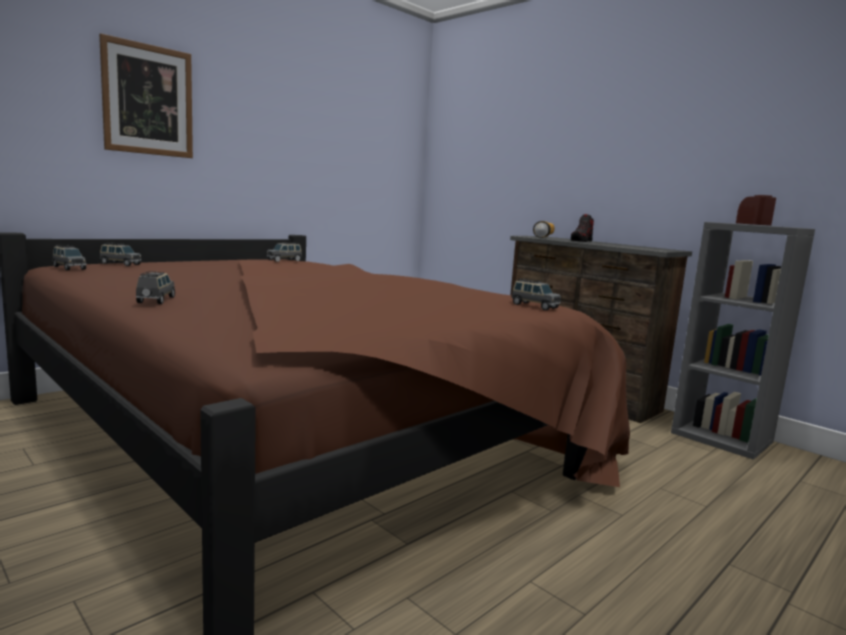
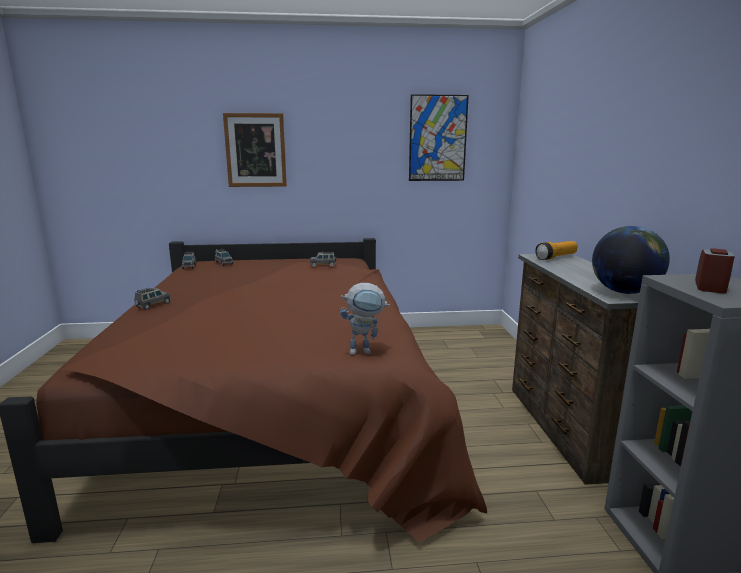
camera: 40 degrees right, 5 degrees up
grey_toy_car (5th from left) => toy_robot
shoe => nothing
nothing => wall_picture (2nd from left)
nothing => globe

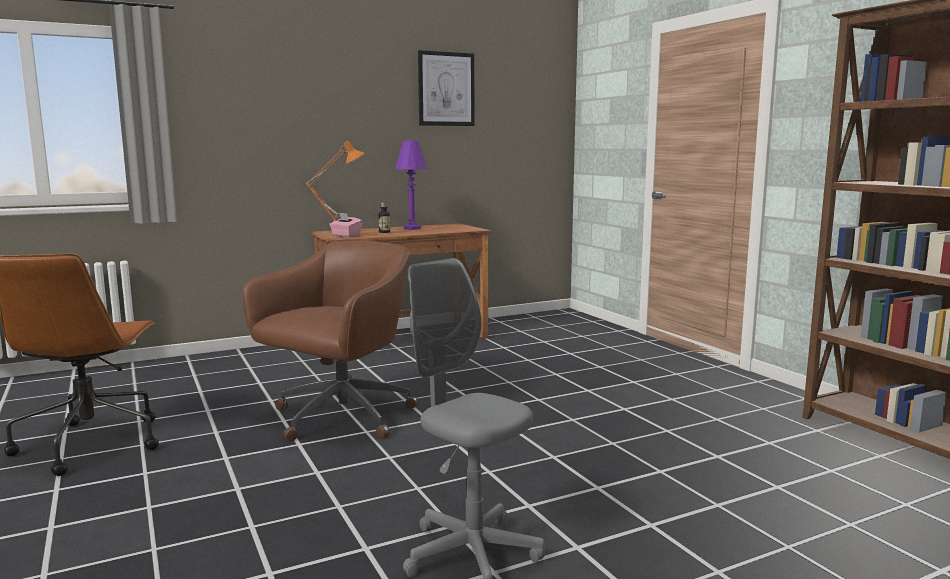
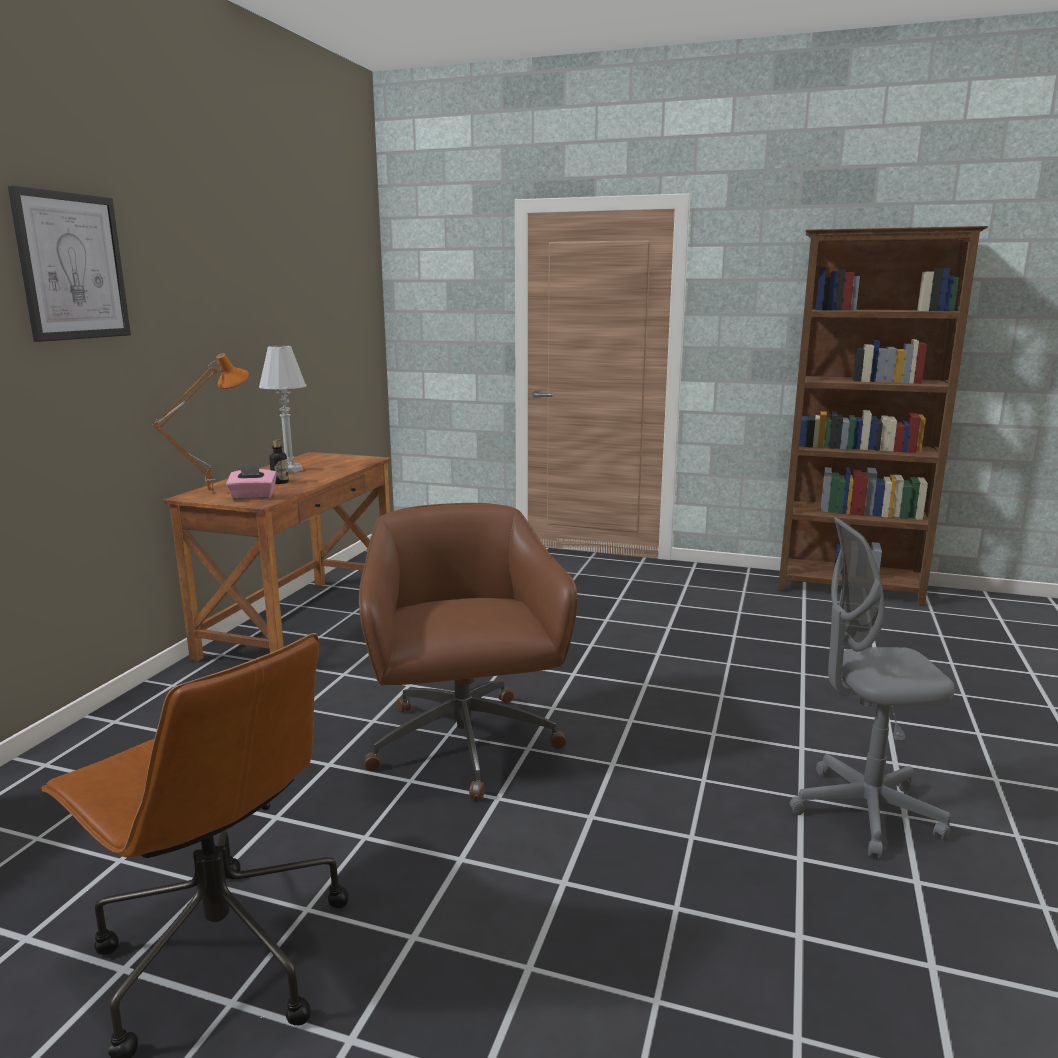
camera: 45 degrees left, 5 degrees up
purplish_tabletop_lamp => whitish_tabletop_lamp
wall_picture, moved

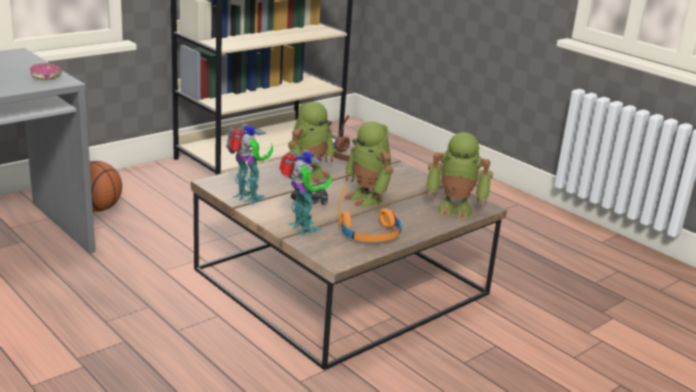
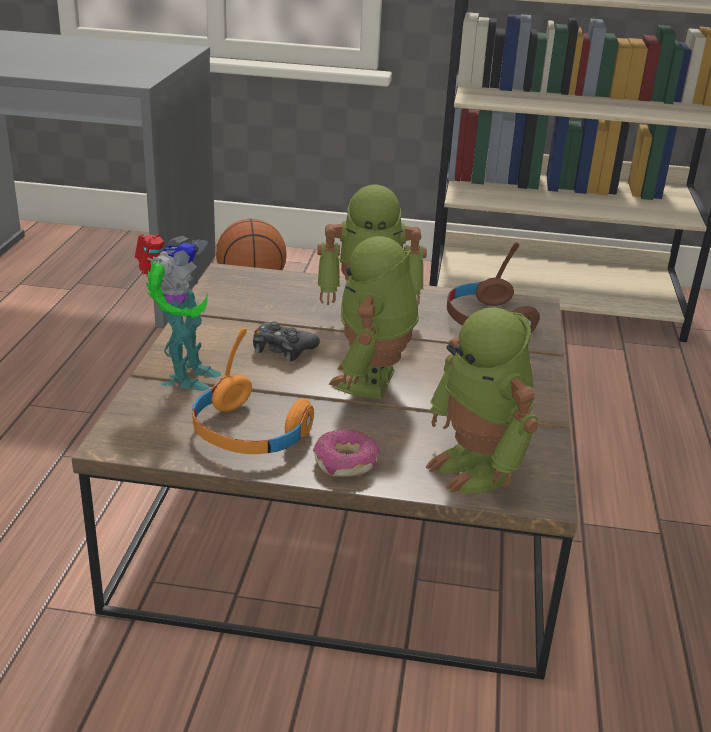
camera: 50 degrees right, 5 degrees up
doughnut, moved
toy_robot (1st from left) => nothing

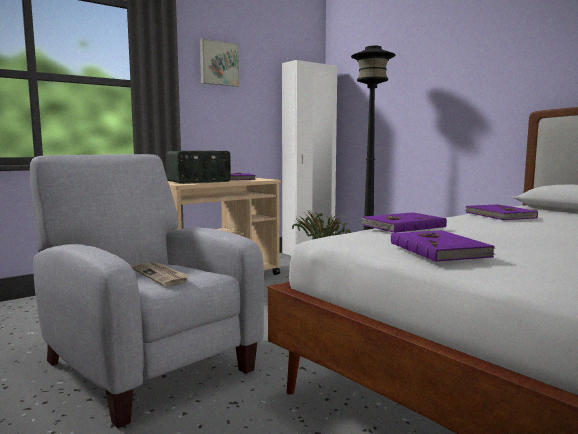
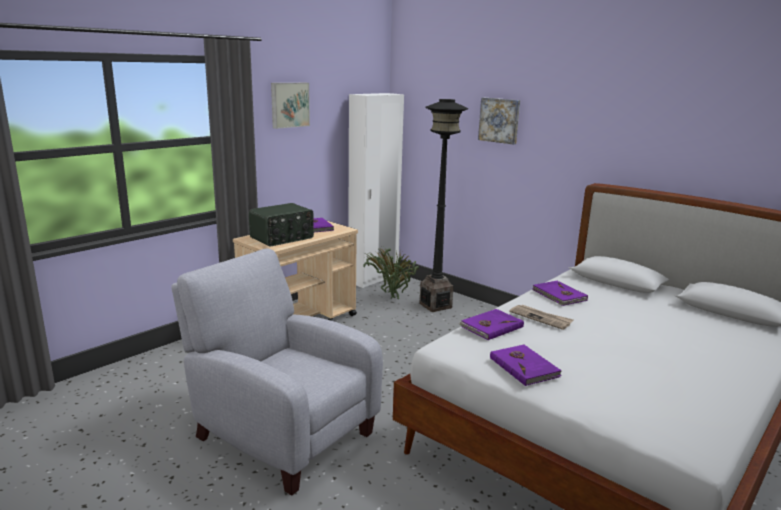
camera: 10 degrees left, 10 degrees up
daily_paper, moved
nothing => wall_picture (2nd from left)

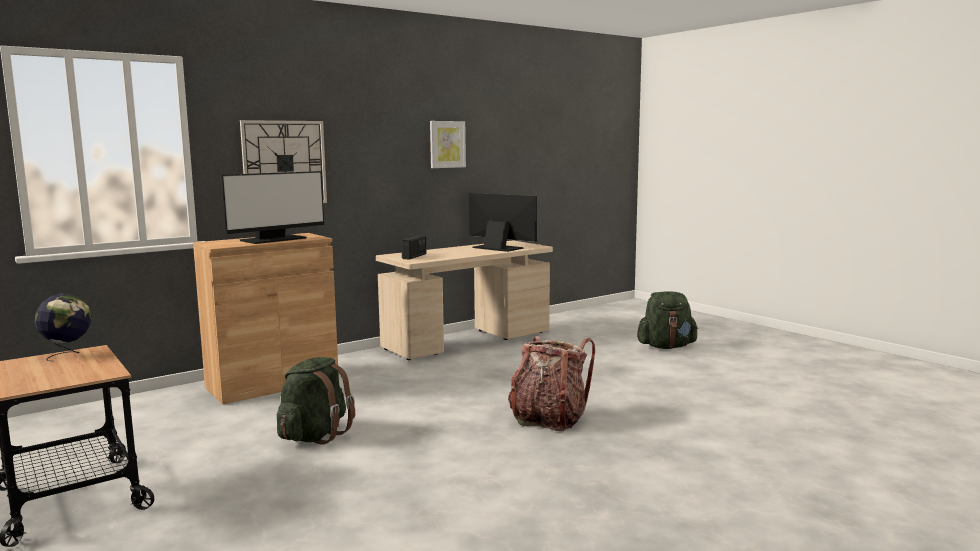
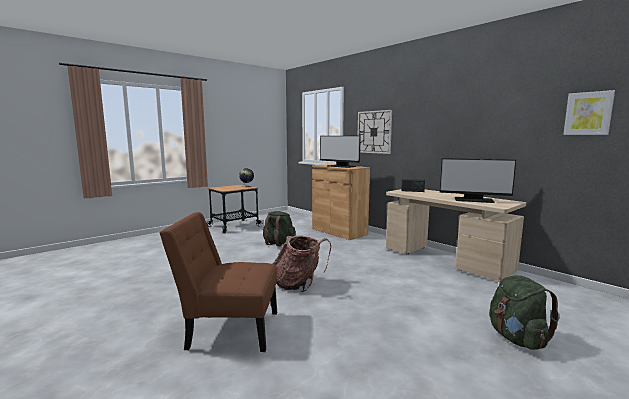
camera: 85 degrees right, 0 degrees up
wall_picture, moved
monitor (2nd from left), 75 degrees clockwise
nothing => brownish_plain_chair

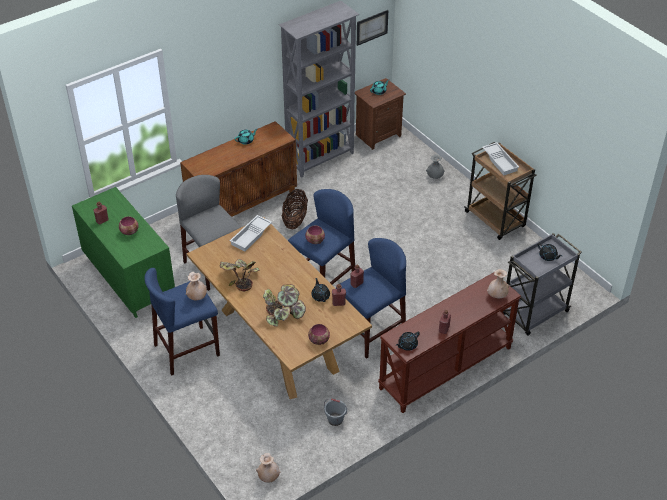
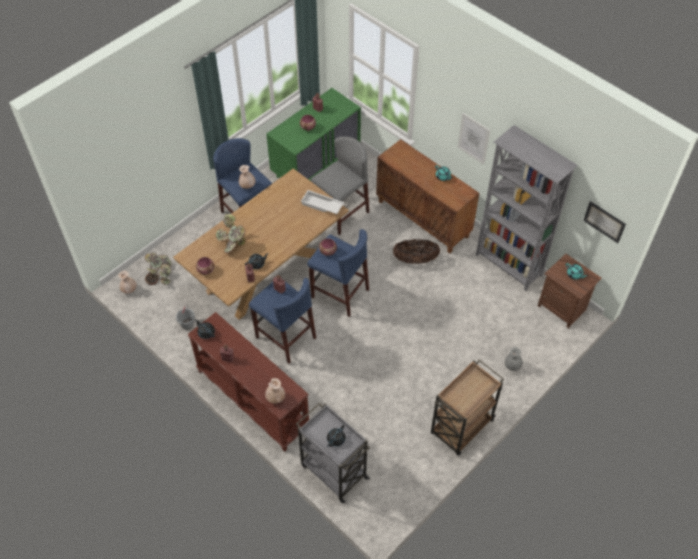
camera: 80 degrees right, 10 degrees up
plant_in_a_pot (1st from left), moved
whitish_tray (2nd from left) => nothing
nothing => wall_picture (1st from left)

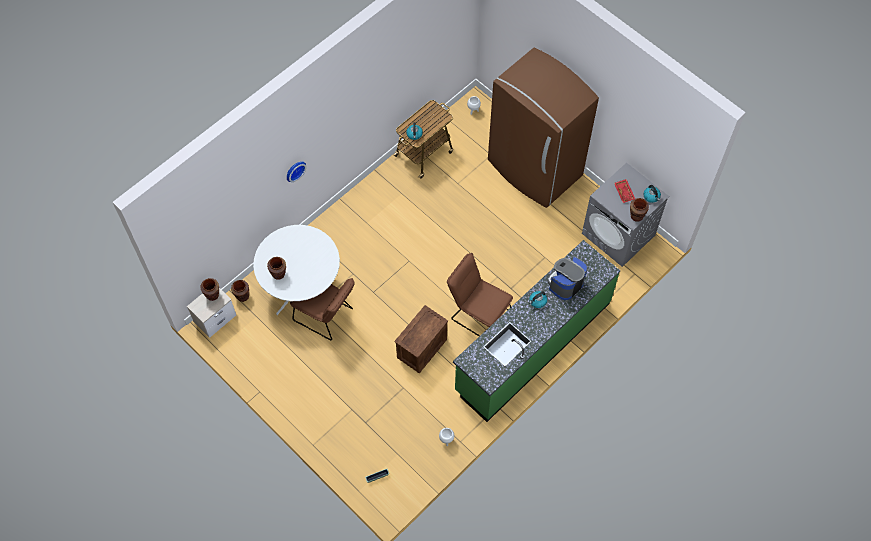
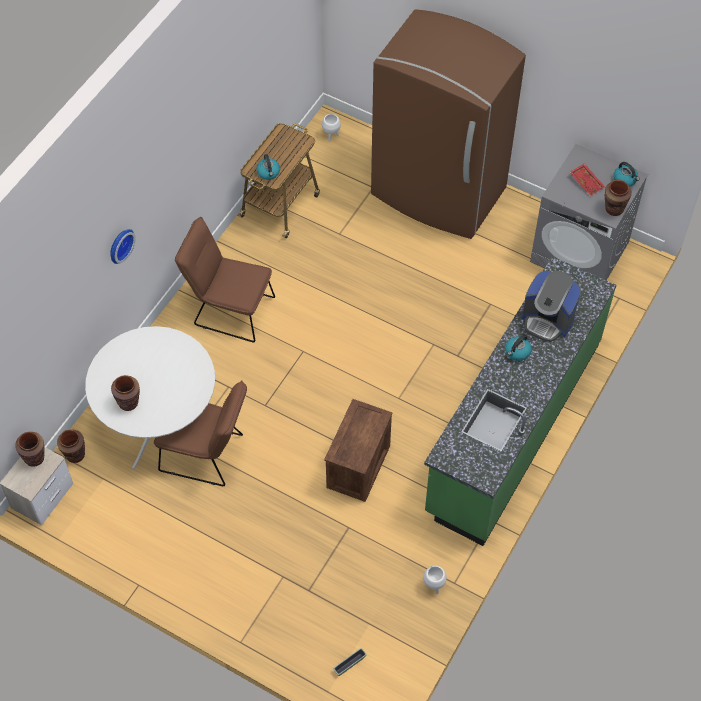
camera: 15 degrees left, 5 degrees down
brownish_plain_chair (2nd from left), moved
coffee_machine, 90 degrees counterclockwise

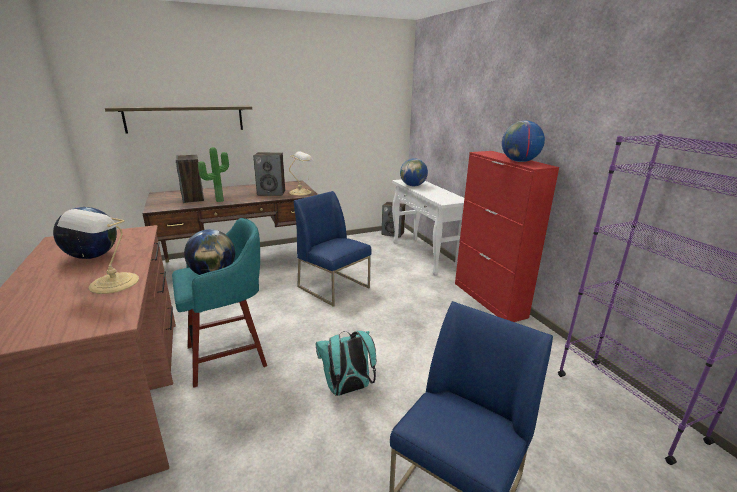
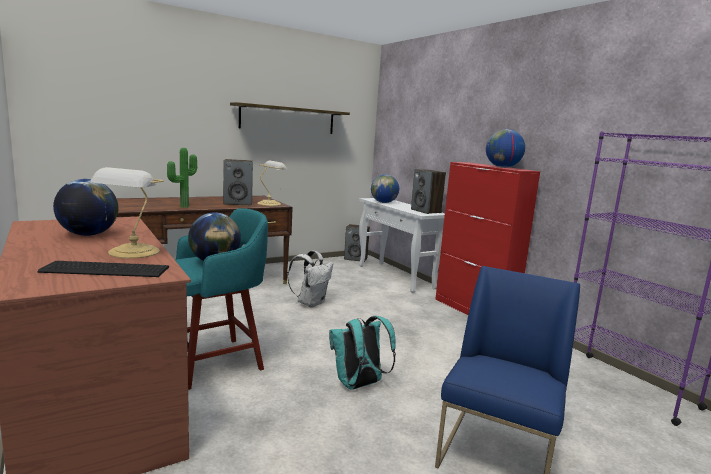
camera: 10 degrees left, 10 degrees down
bracket_shelf, moved
audio_speaker (1st from left in the first image) => audio_speaker (3rd from left), moved
blue-coloured_plain_chair (1st from left) => whitish_rucksack
nothing => computer_keyboard

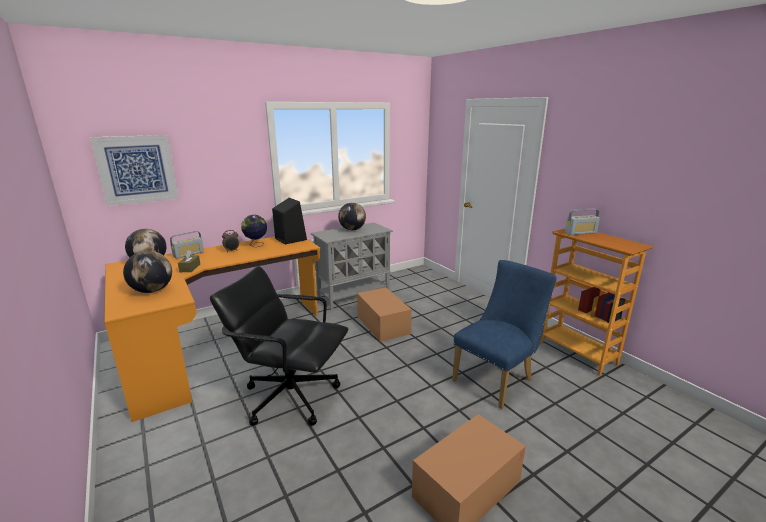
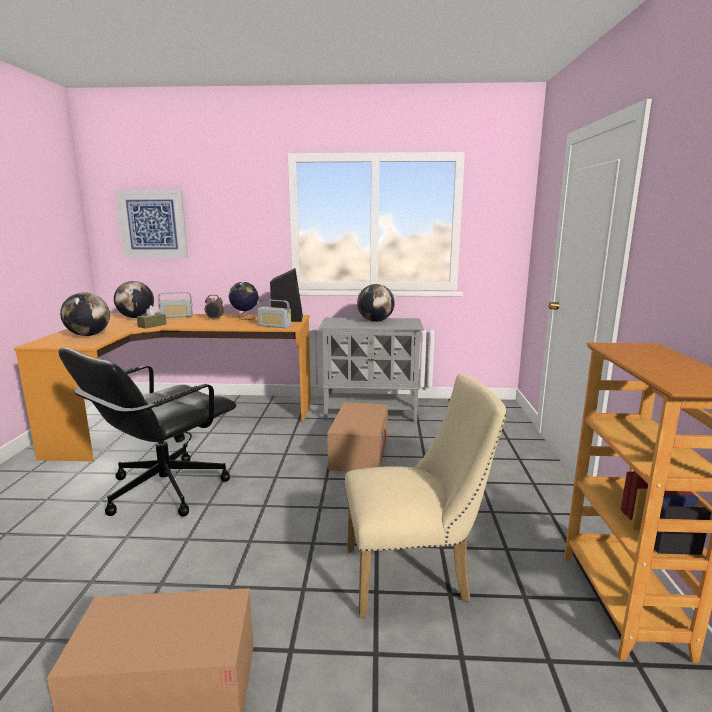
camera: 35 degrees right, 5 degrees down
black-coloured_office_chair, 105 degrees counterclockwise
blue-coloured_plain_chair => beige-coloured_plain_chair
radio_receiver (2nd from left), moved

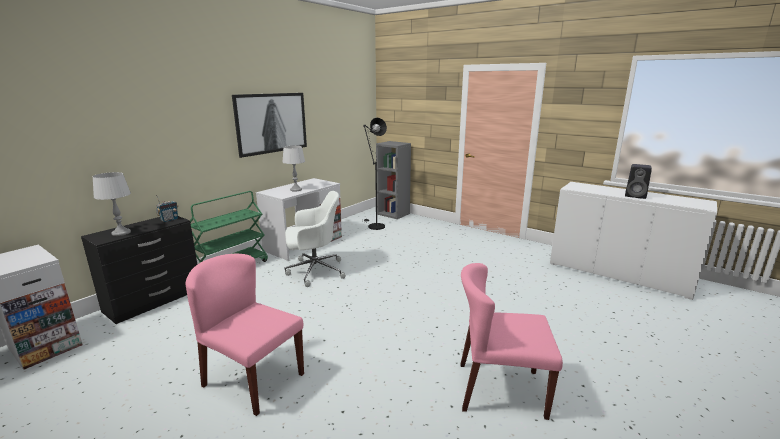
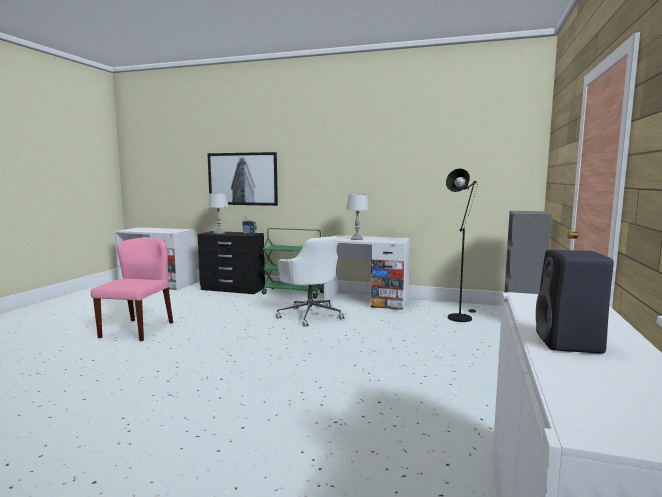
camera: 70 degrees right, 10 degrees down
wall_picture, moved
pinkish_plain_chair (2nd from left) => nothing

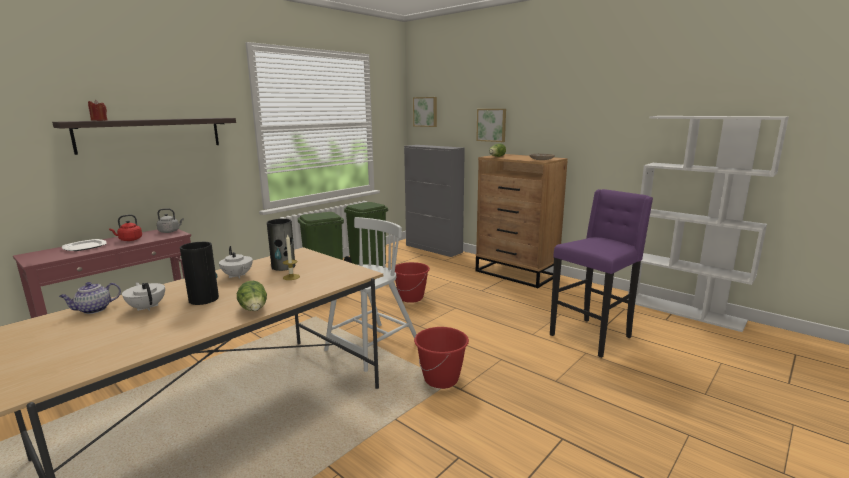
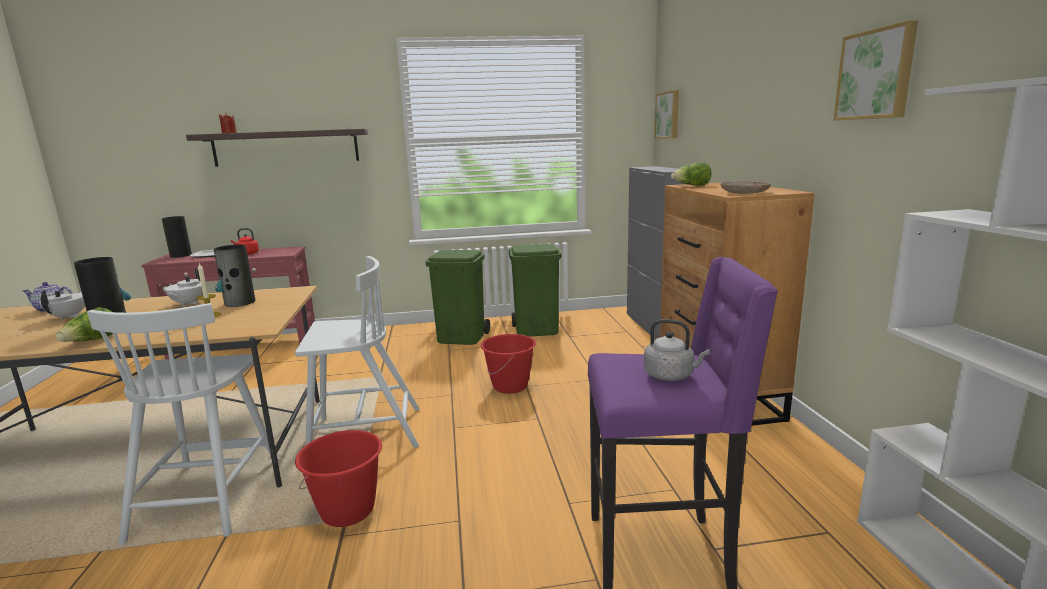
camera: 40 degrees right, 0 degrees up
grey_water_kettle, moved
wall_picture (2nd from left), moved
nothing => whitish_plain_chair (1st from left)
nothing => flower_vase (2nd from left)

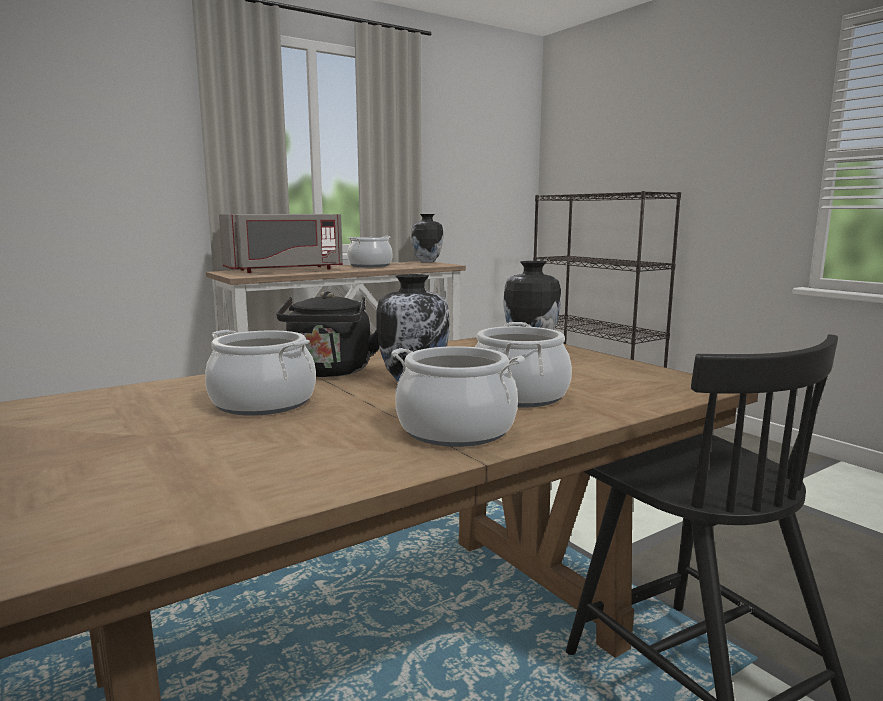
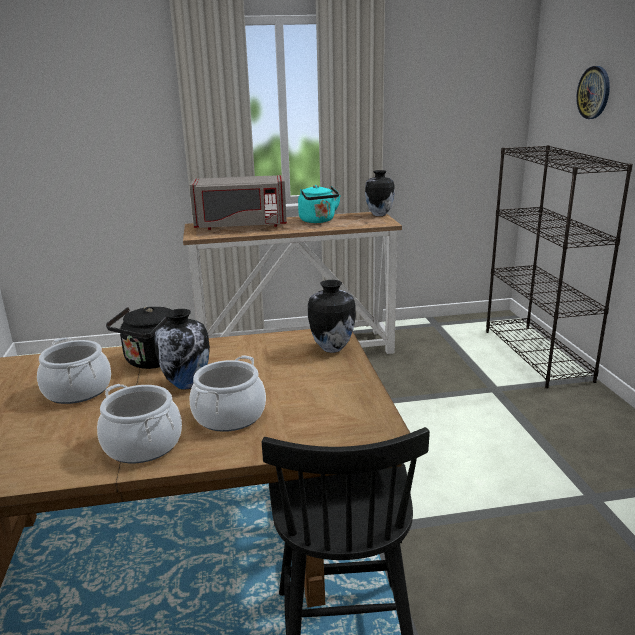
camera: 25 degrees right, 10 degrees up
cooking_pot (2nd from left) => turquoise_water_kettle
nothing => clock_on_the_wall

